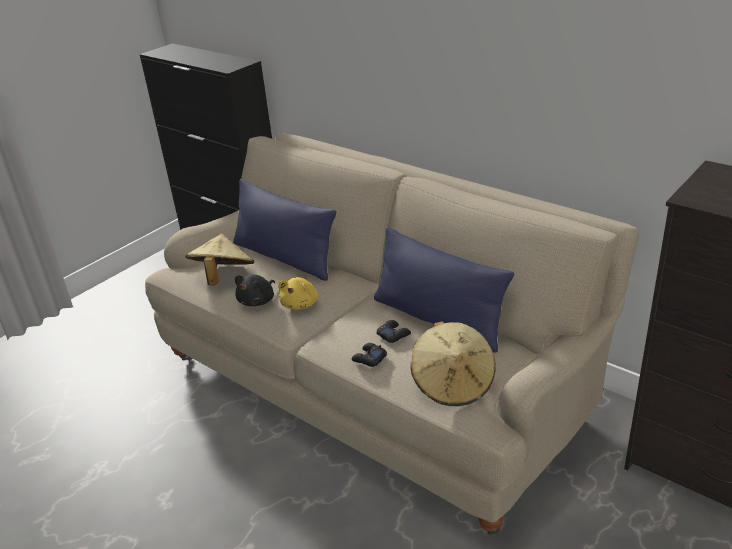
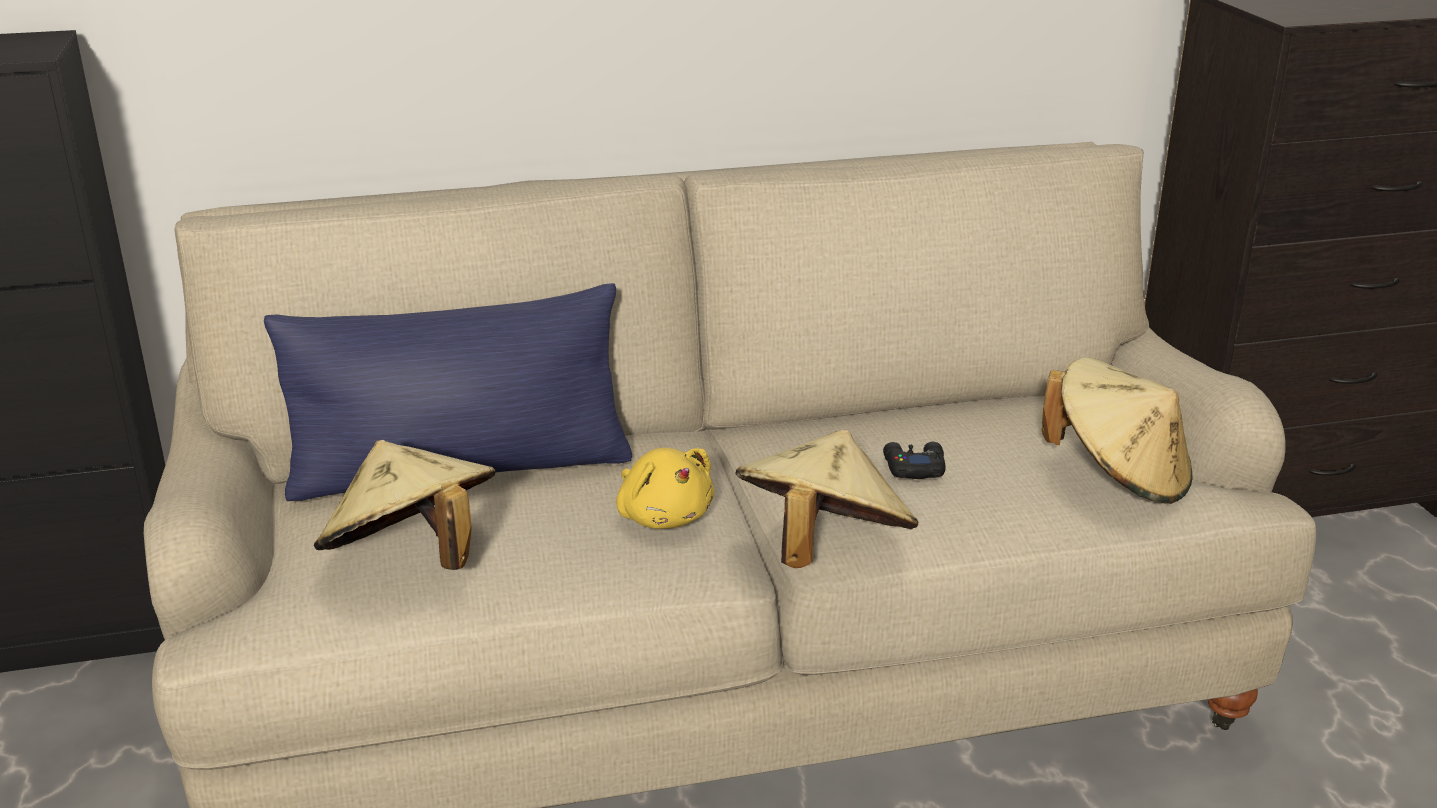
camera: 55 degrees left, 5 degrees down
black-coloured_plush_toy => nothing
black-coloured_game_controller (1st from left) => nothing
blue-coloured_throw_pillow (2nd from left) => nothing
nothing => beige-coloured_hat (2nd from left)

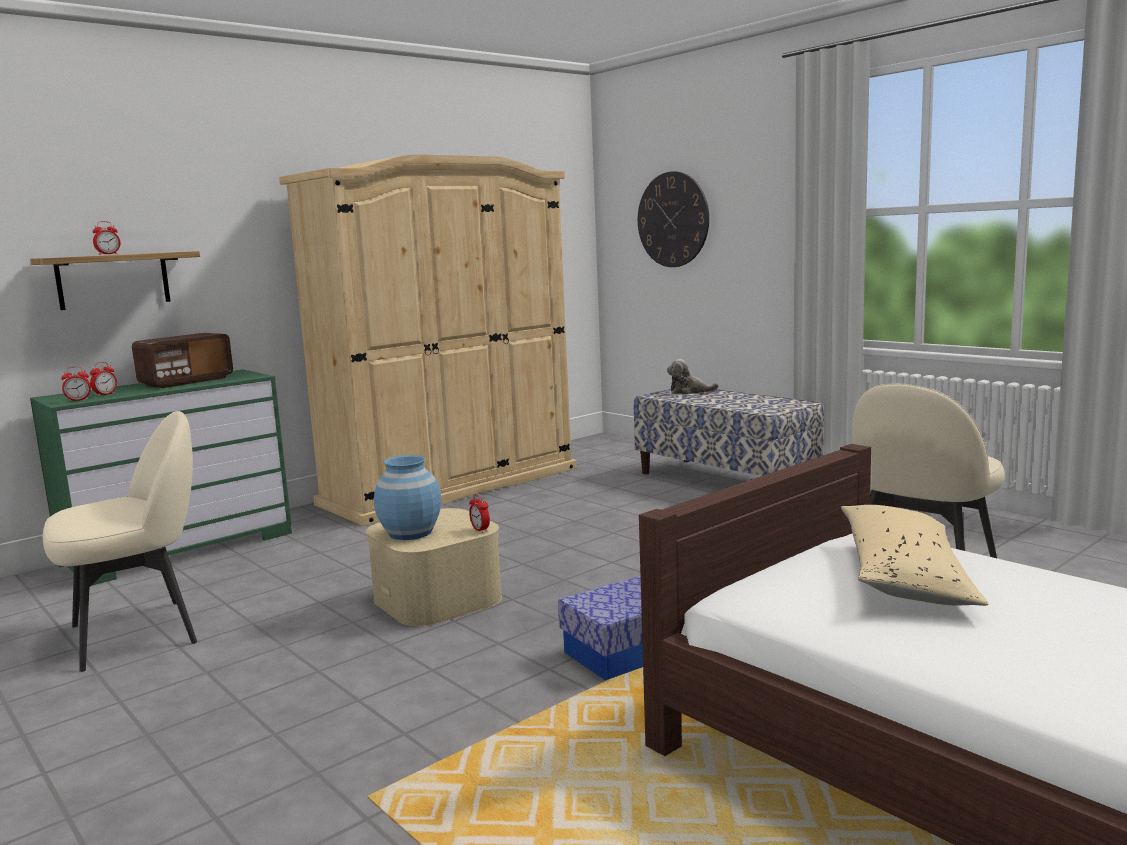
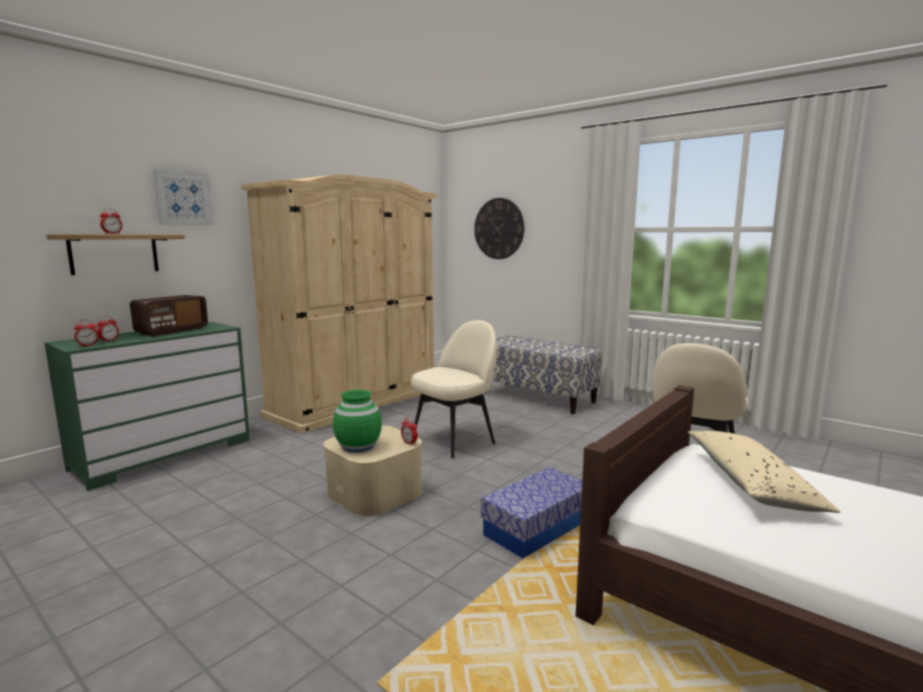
camera: 10 degrees left, 0 degrees up
beige-coloured_plain_chair (1st from left), moved
blue-coloured_flower_vase => green_flower_vase
plush_toy => nothing
nothing => wall_picture

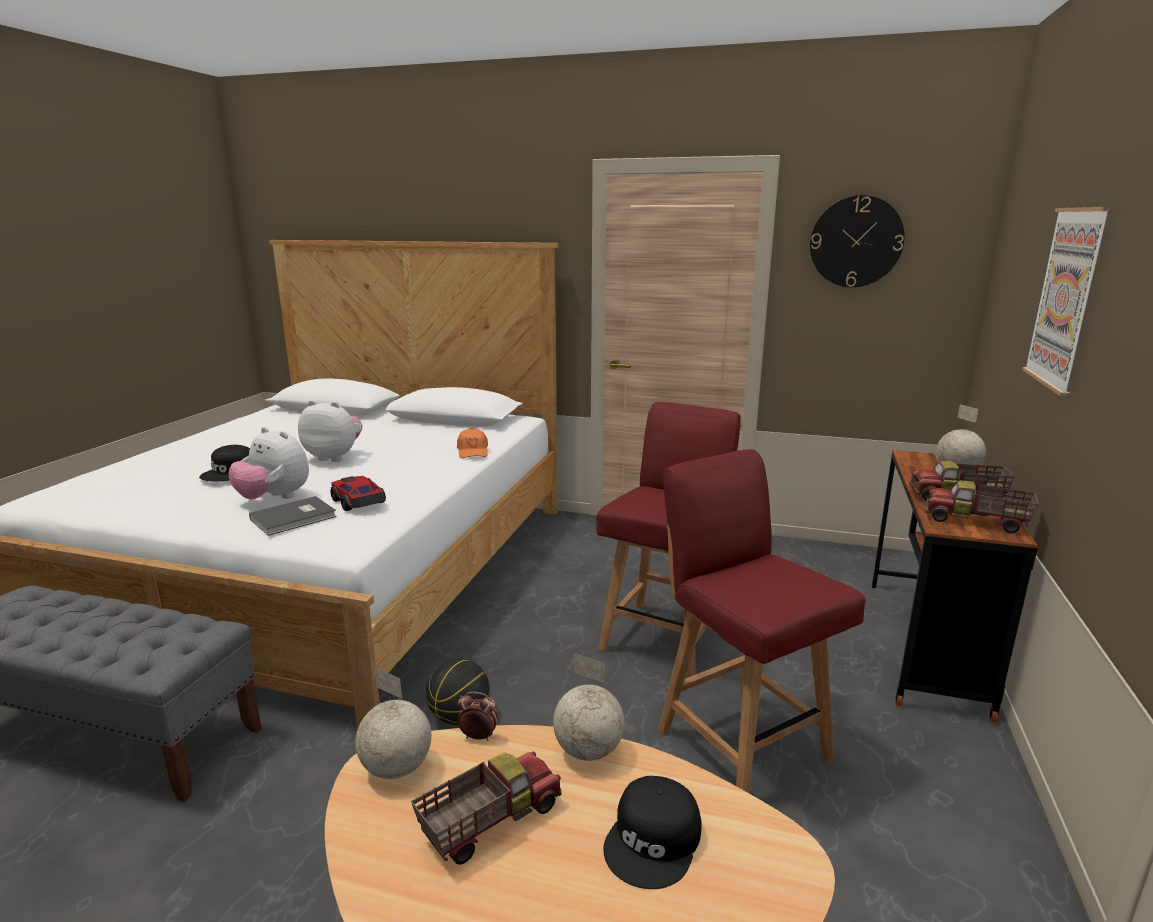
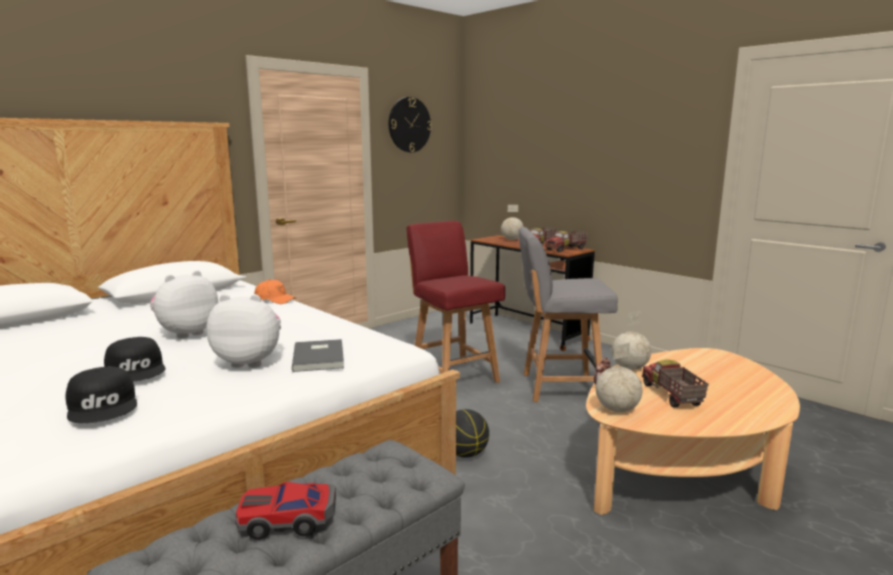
camera: 60 degrees left, 5 degrees down
plush_toy (1st from left in the first image) => plush_toy (2nd from left), 150 degrees counterclockwise
toy_car, moved
black-coloured_cap (2nd from left in the first image) => black-coloured_cap (1st from left), moved
reddish_plain_chair (2nd from left) => grey_plain_chair
wall_picture => nothing

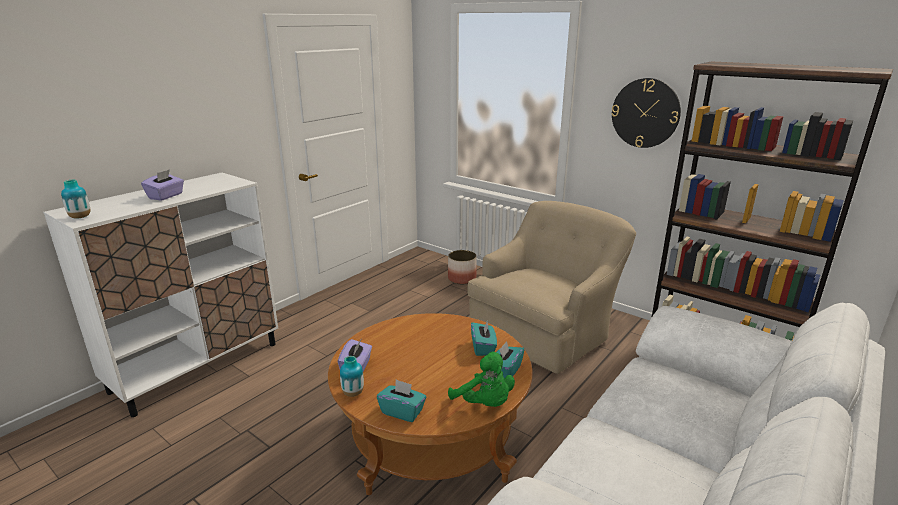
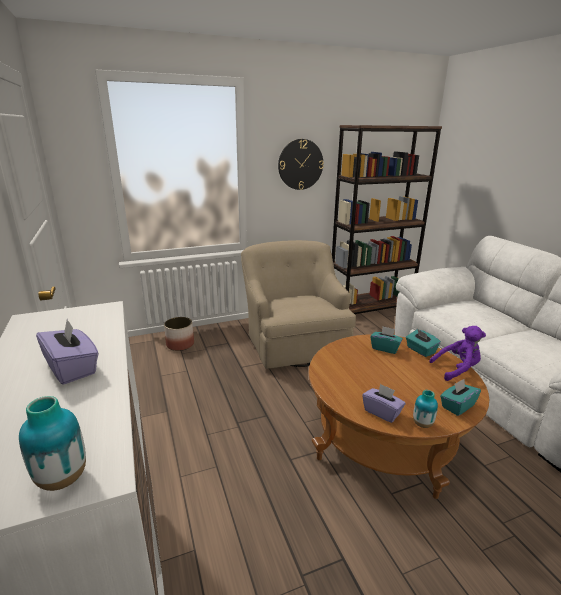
camera: 60 degrees left, 0 degrees up
green_plush_toy => purplish_plush_toy

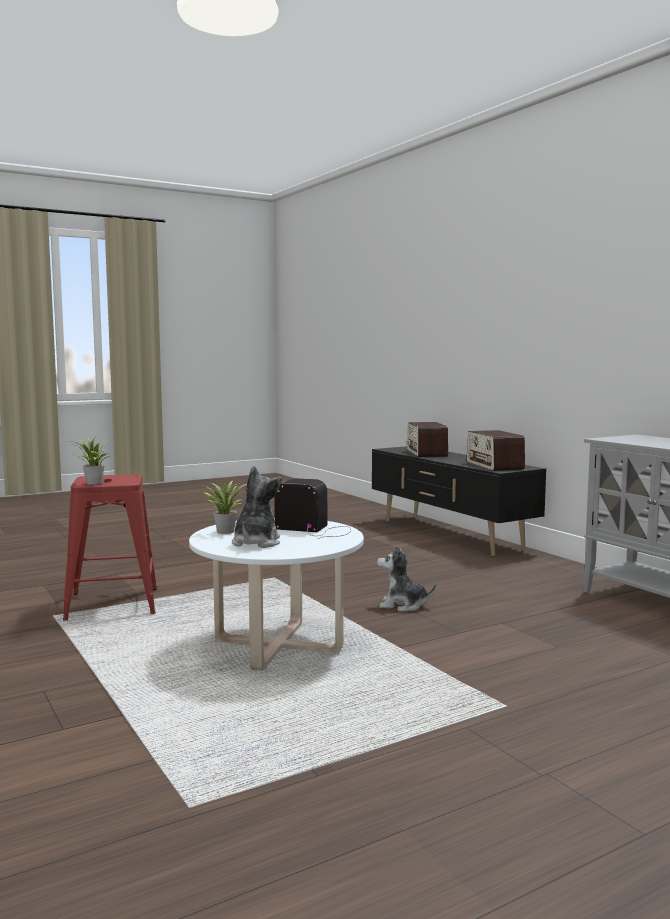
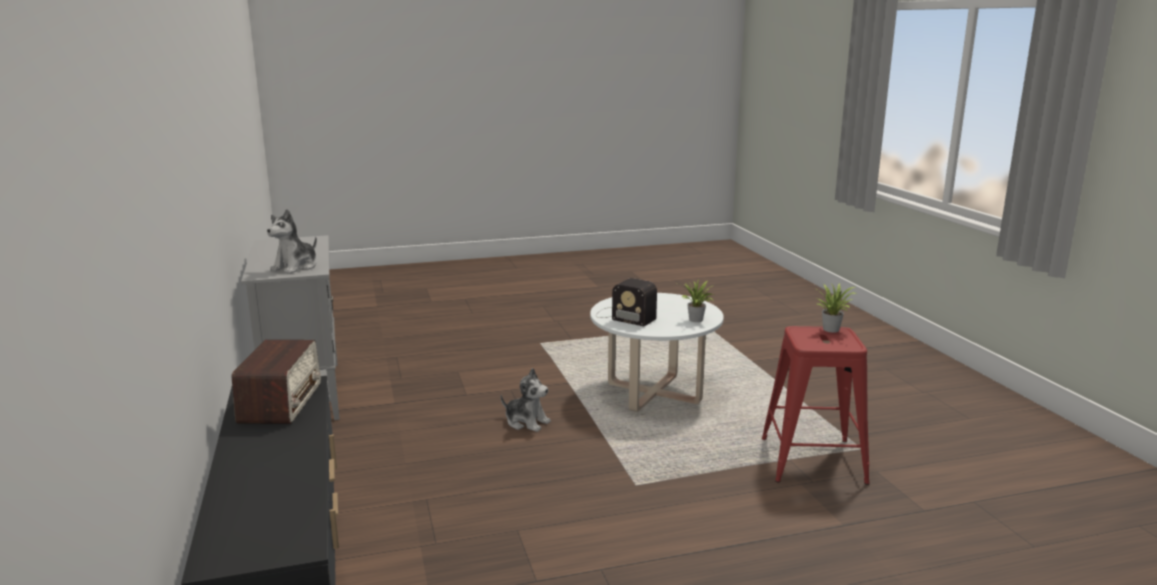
camera: 165 degrees left, 10 degrees up
plush_toy (1st from left), moved
radio_receiver (2nd from left) => nothing

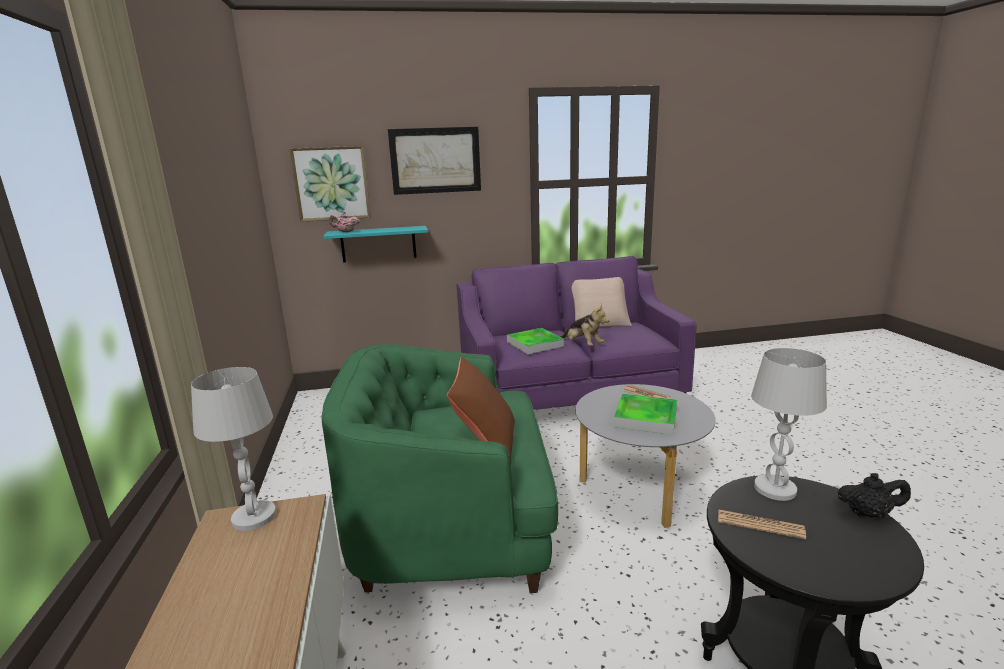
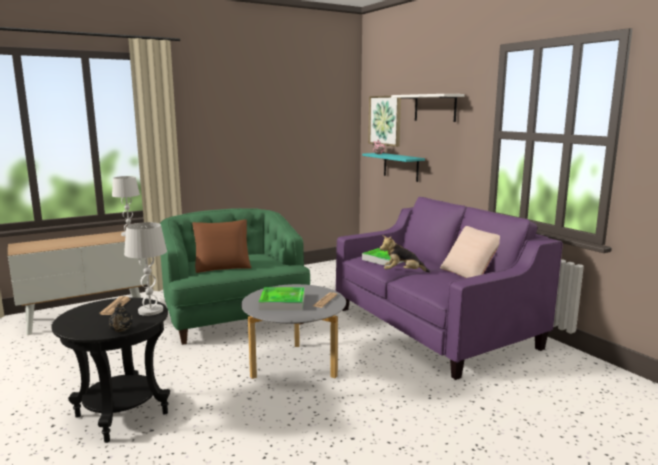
camera: 70 degrees right, 5 degrees down
wall_picture (2nd from left) => whitish_bracket_shelf
plush_toy, 60 degrees clockwise

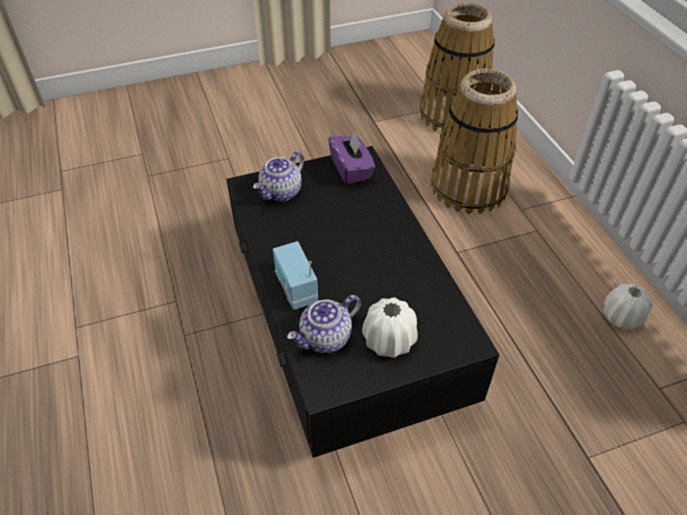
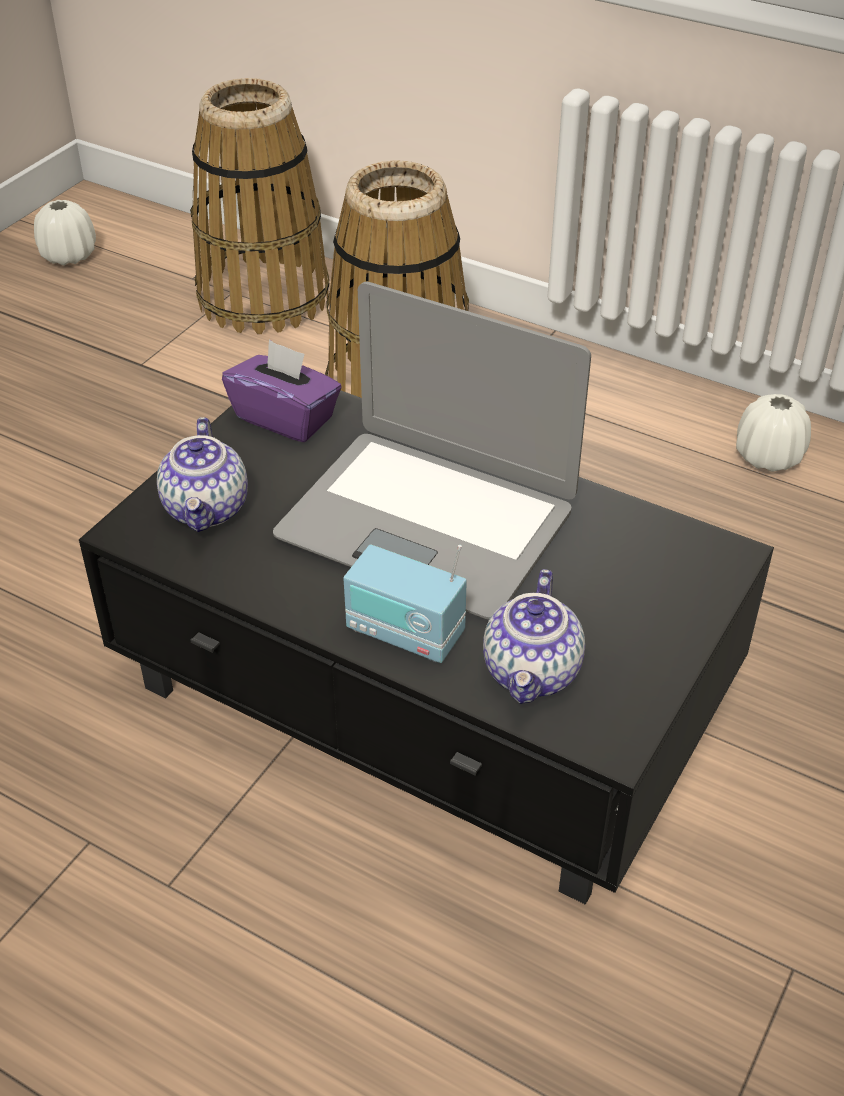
camera: 40 degrees left, 5 degrees down
whitish_flower_vase (1st from left), moved
nothing => notebook_computer

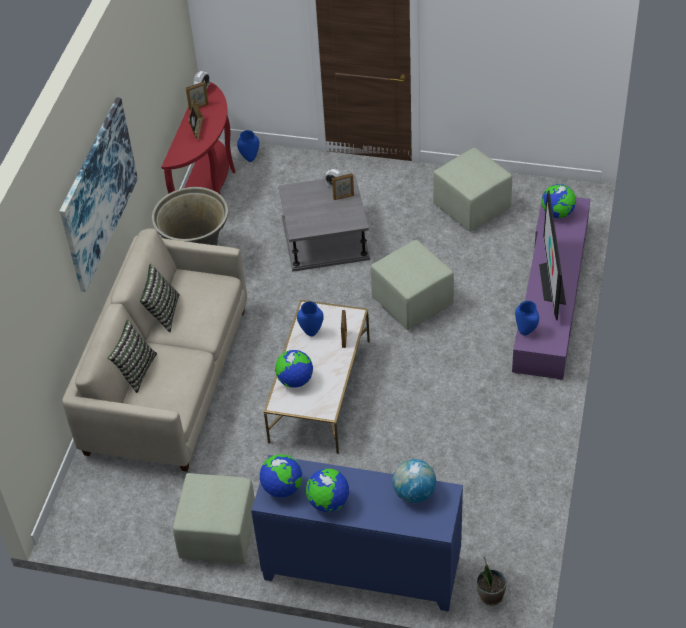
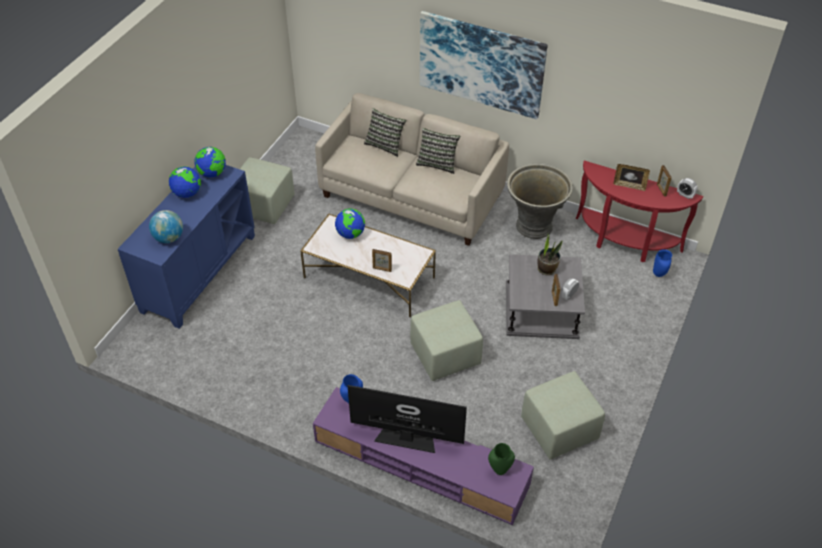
camera: 100 degrees right, 0 degrees up
blue-coloured_flower_vase (2nd from left) => nothing
plant_in_a_pot, moved
globe (5th from left) => green_flower_vase

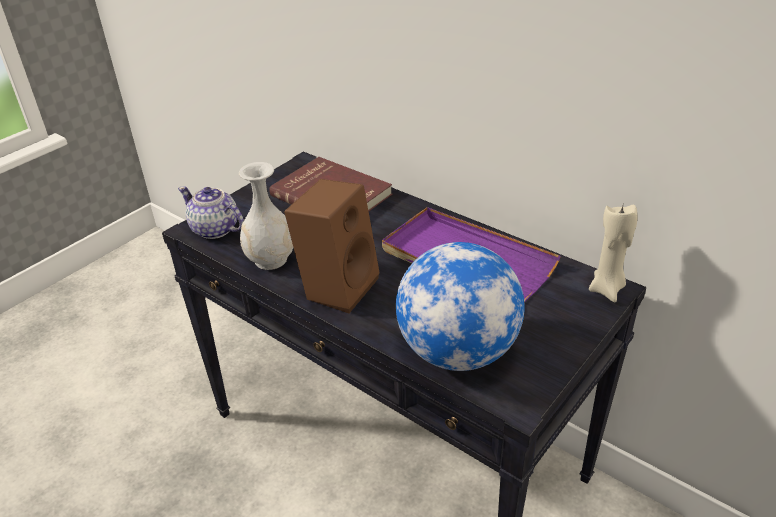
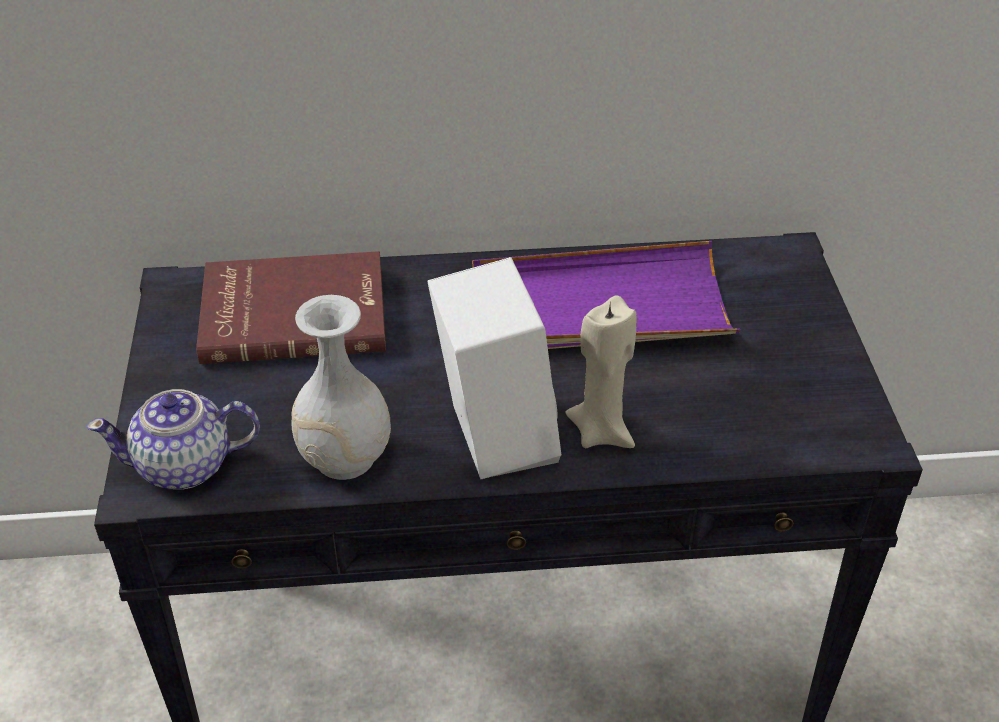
camera: 45 degrees left, 5 degrees up
brownish_audio_speaker => whitish_audio_speaker
globe => nothing
beige-coloured_wax_light, moved

